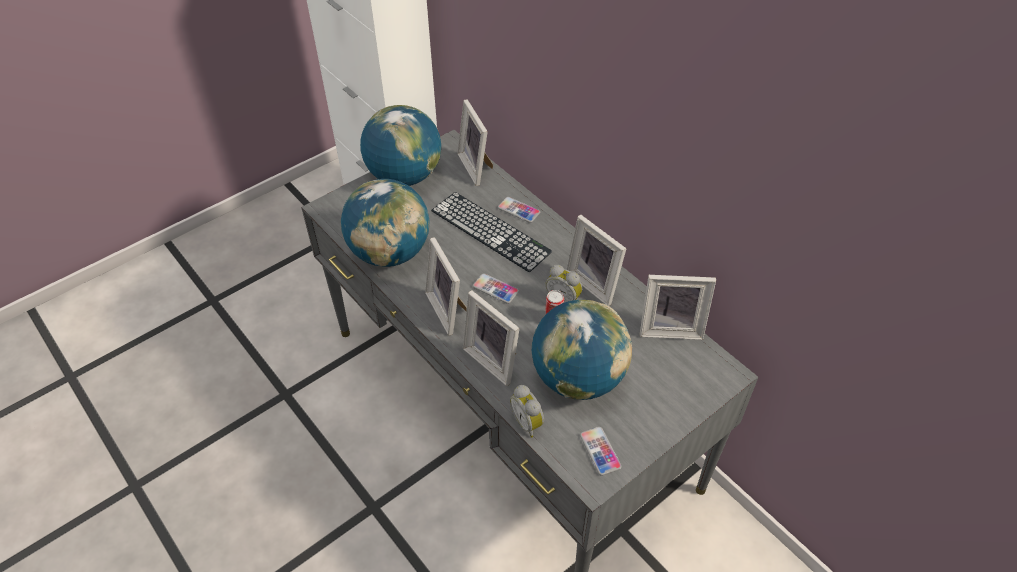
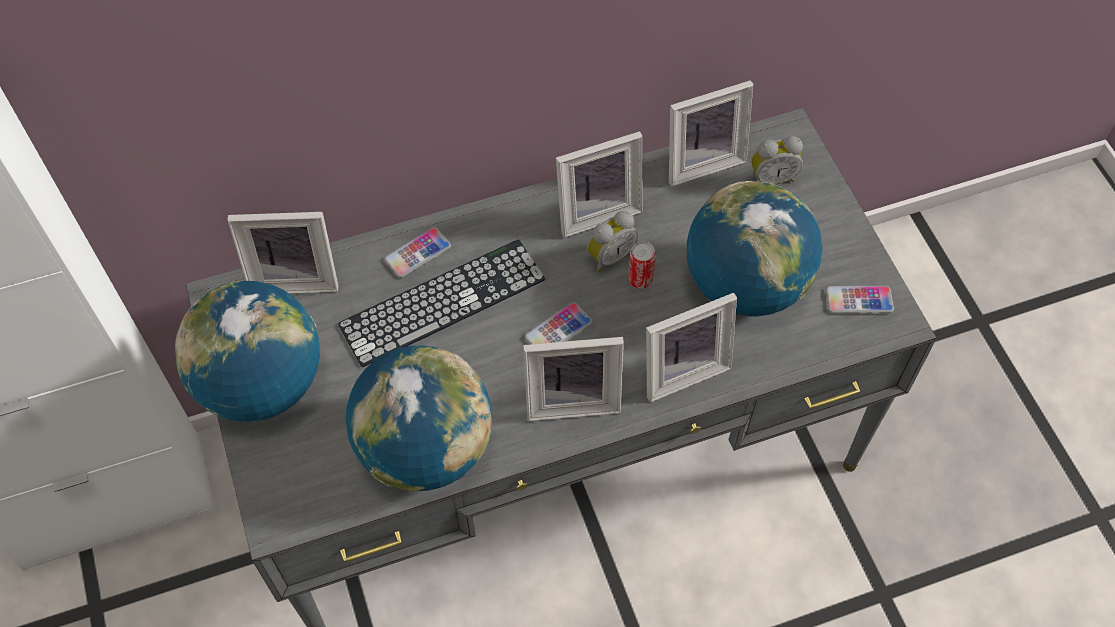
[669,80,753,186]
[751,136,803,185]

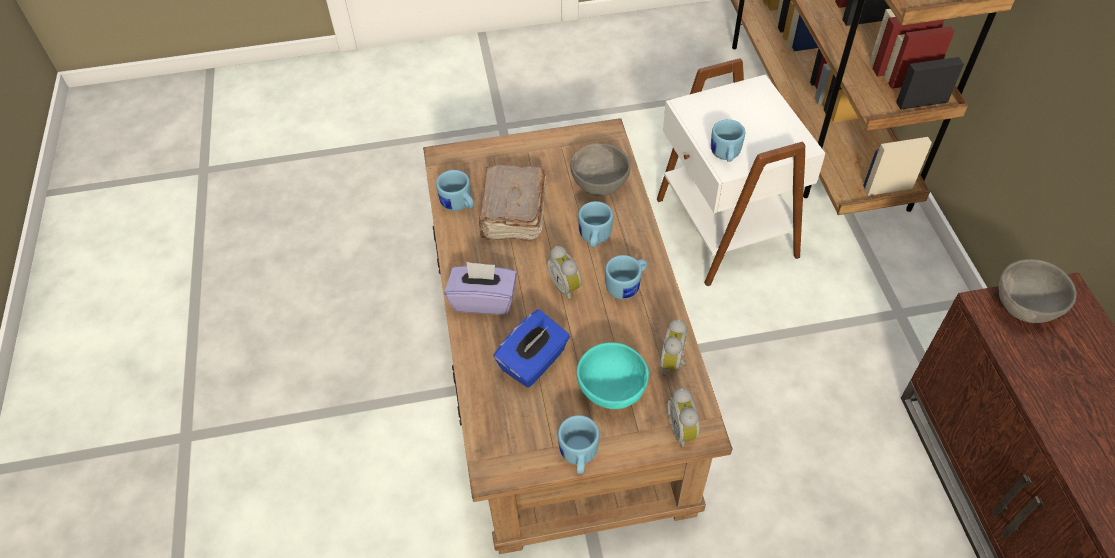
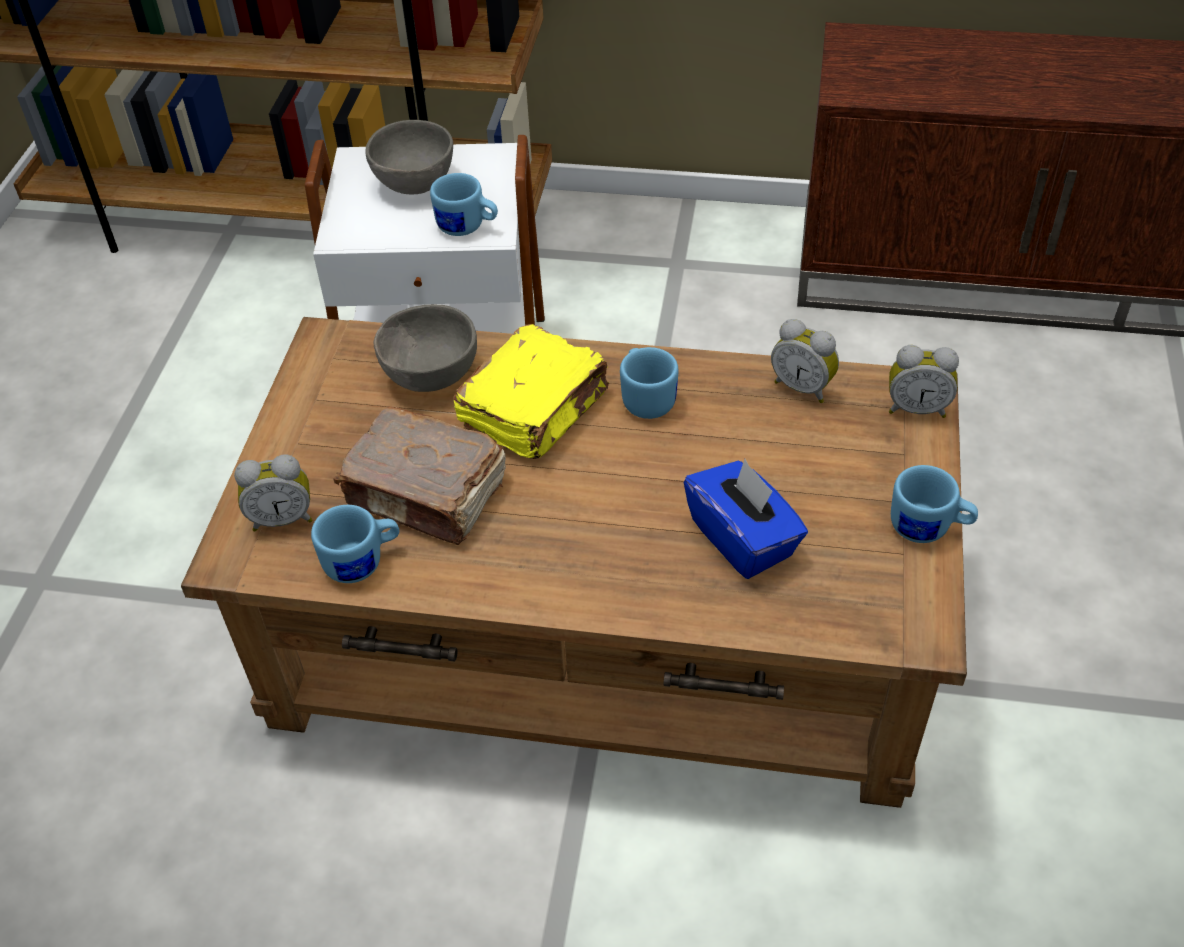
[234,454,313,532]
[365,120,453,194]
[453,324,609,459]
[444,261,517,315] (first image)
[577,343,649,409] (first image)

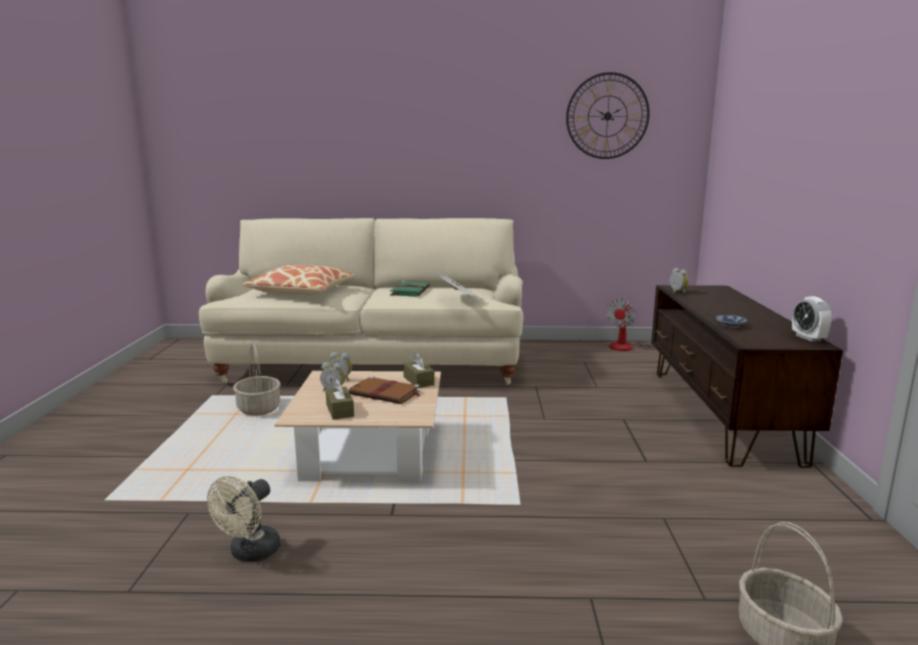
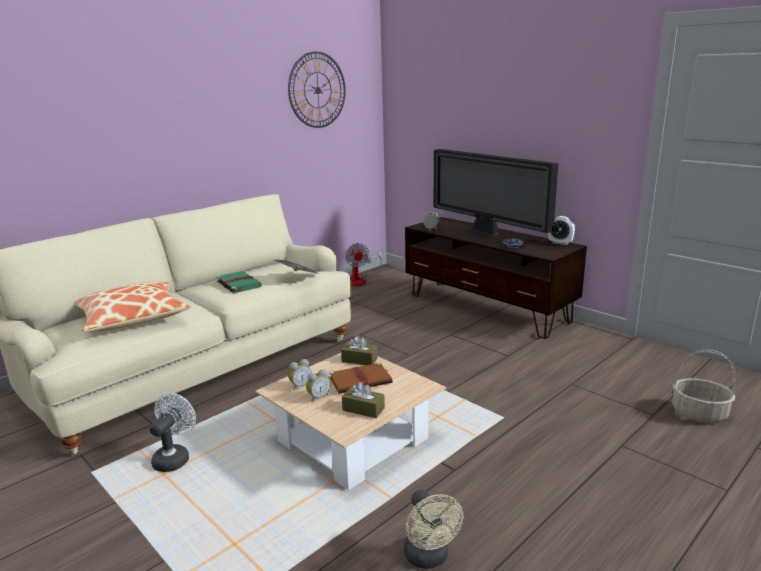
[149,393,196,472]
[434,149,558,236]

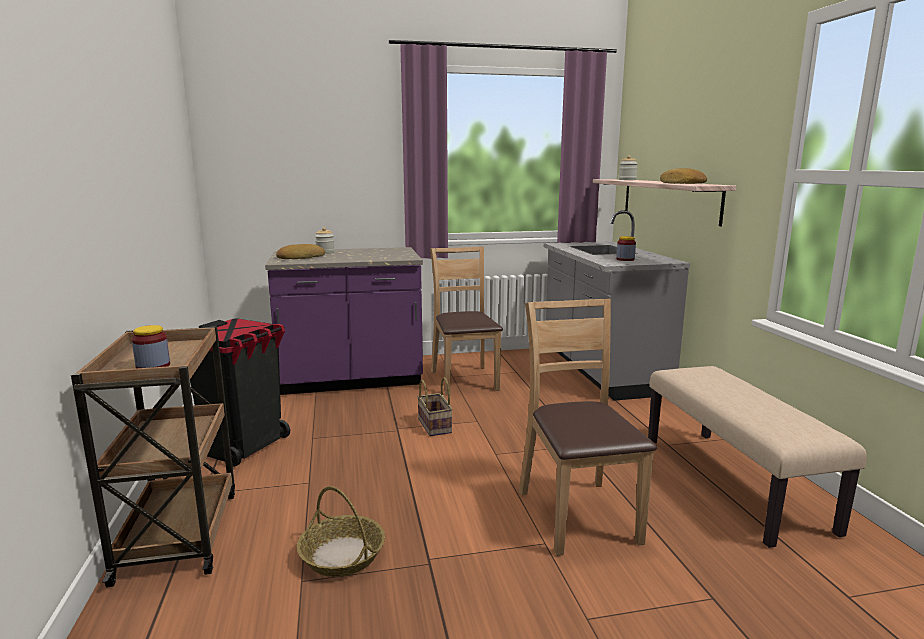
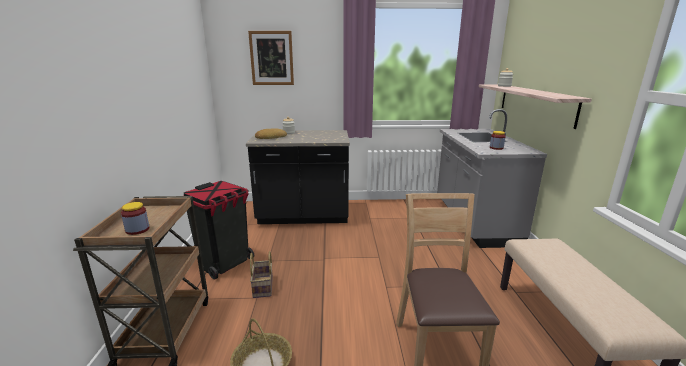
[246,130,350,224]
[248,31,294,85]
[250,251,273,298]
[430,247,503,395] (first image)
[660,168,707,184] (first image)

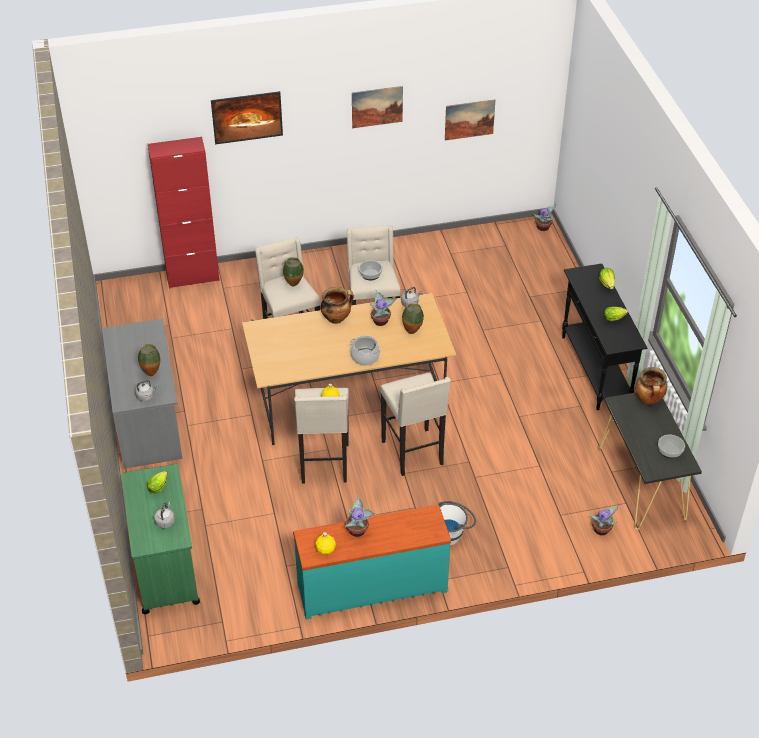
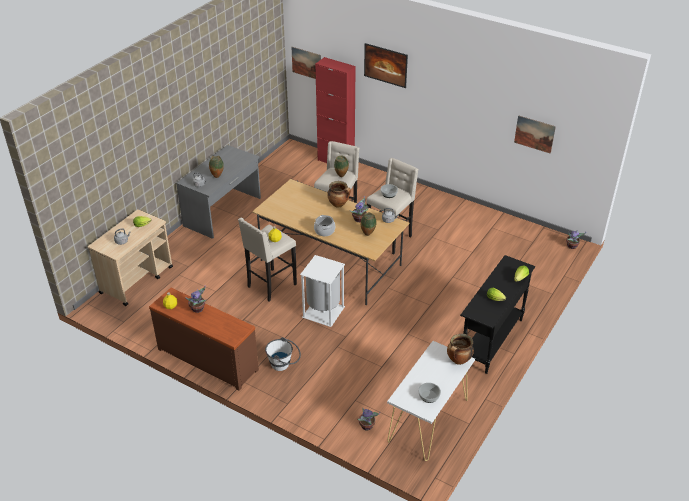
[88,209,173,306]
[149,288,259,391]
[291,47,321,79]
[300,255,345,327]
[387,341,475,461]

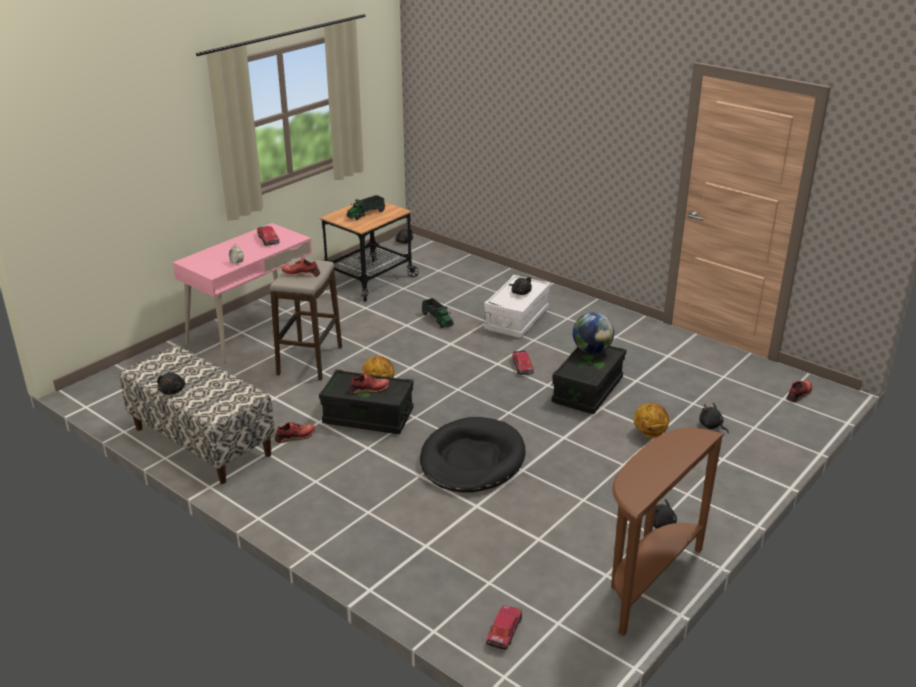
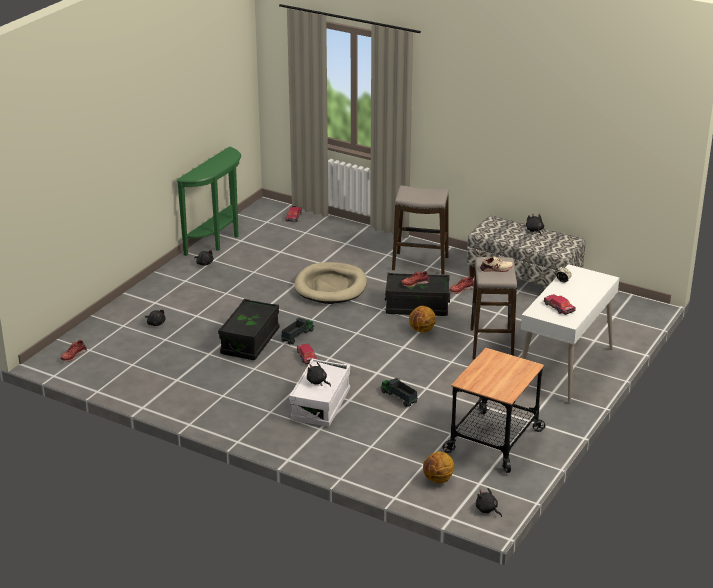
[177,146,241,256]
[281,318,314,345]
[294,262,367,304]
[392,186,449,275]
[423,451,454,484]
[480,256,513,272]
[521,264,619,404]
[573,312,614,354] (first image)

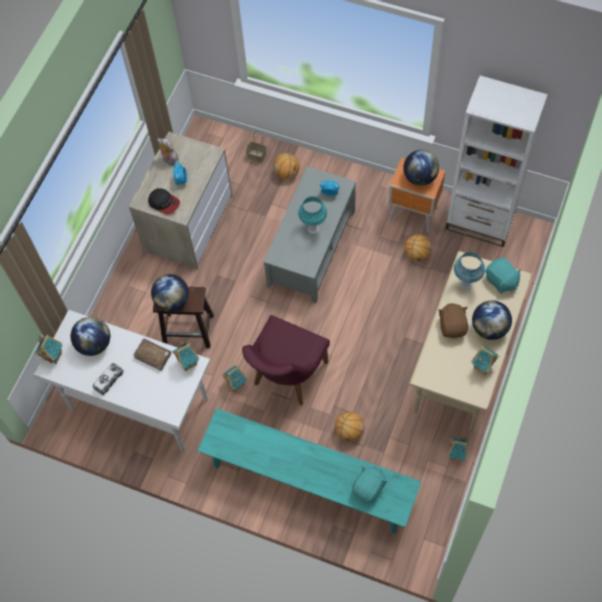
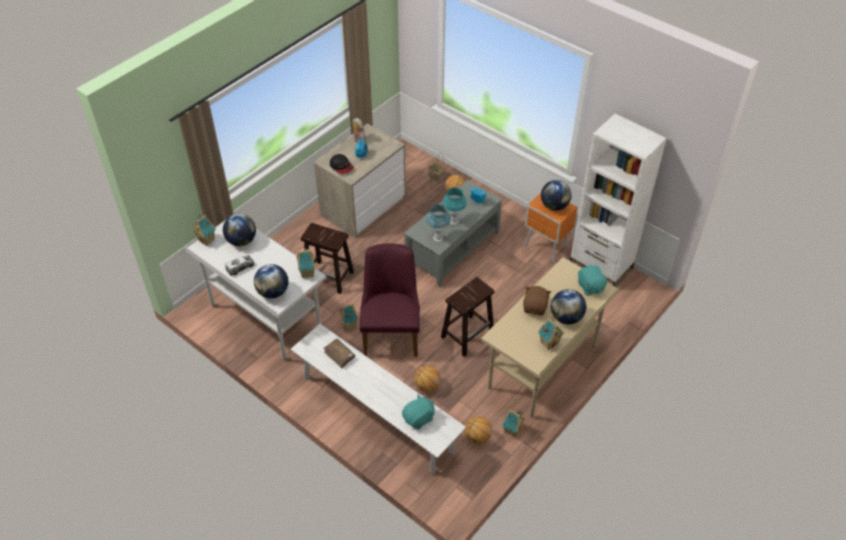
[254,264,289,299]
[291,324,466,475]
[323,339,355,368]
[360,244,420,357]
[426,204,451,242]
[441,277,494,357]
[464,416,492,444]

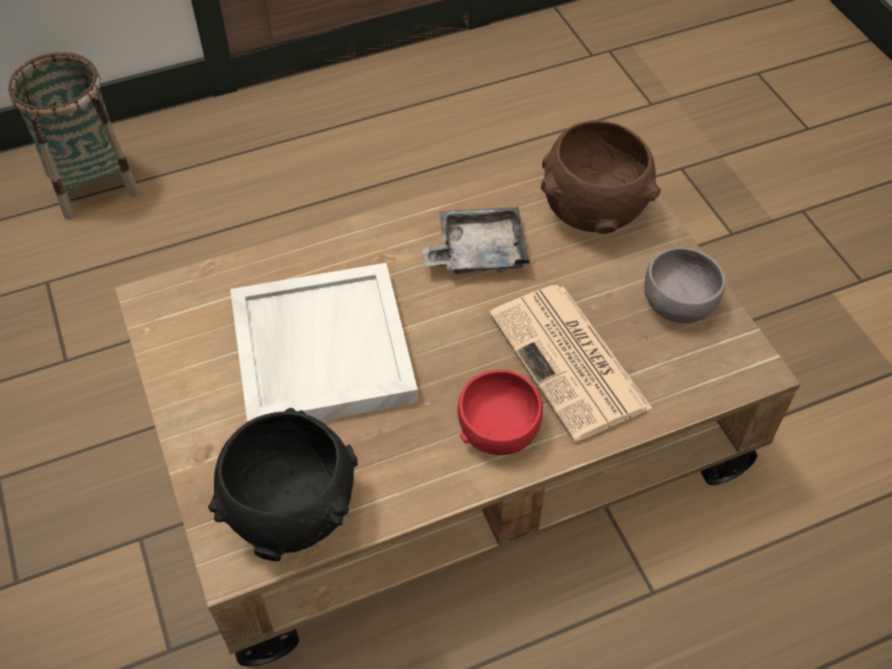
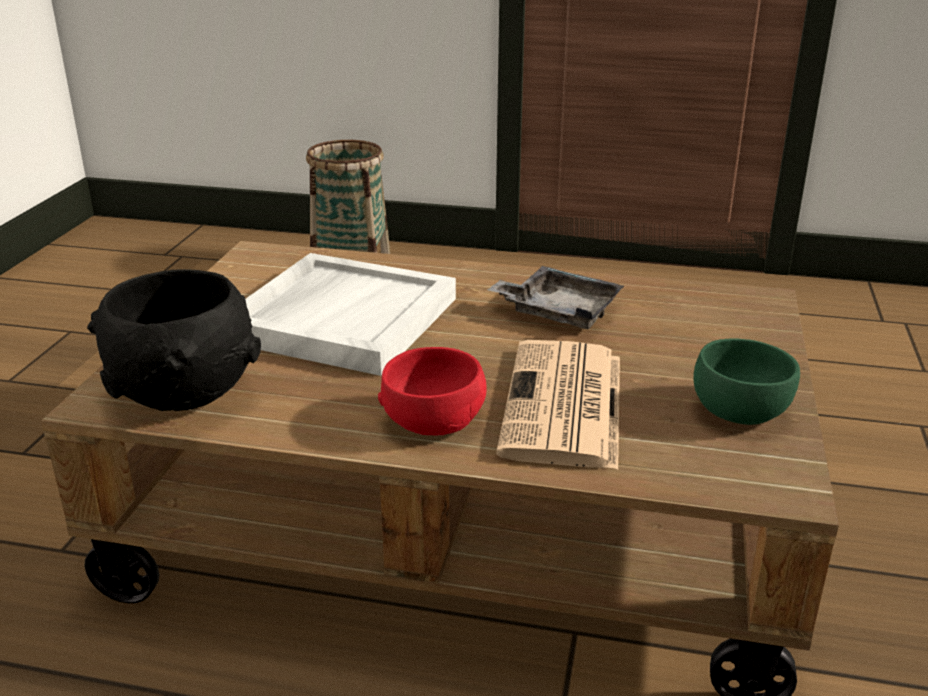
[694,339,800,425]
[541,120,661,234] (first image)

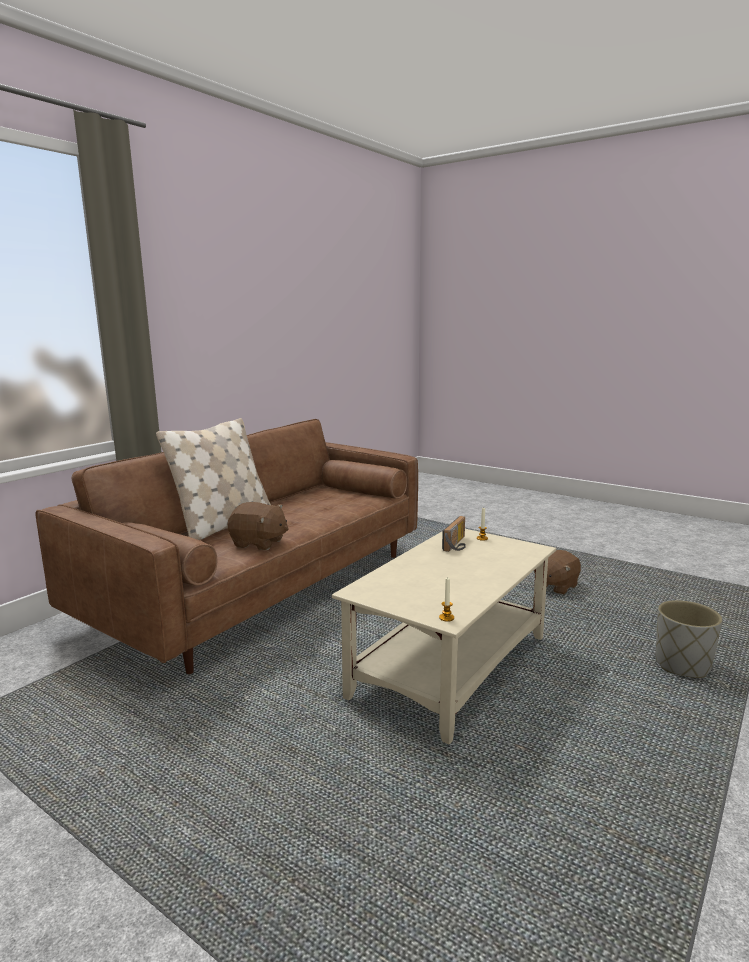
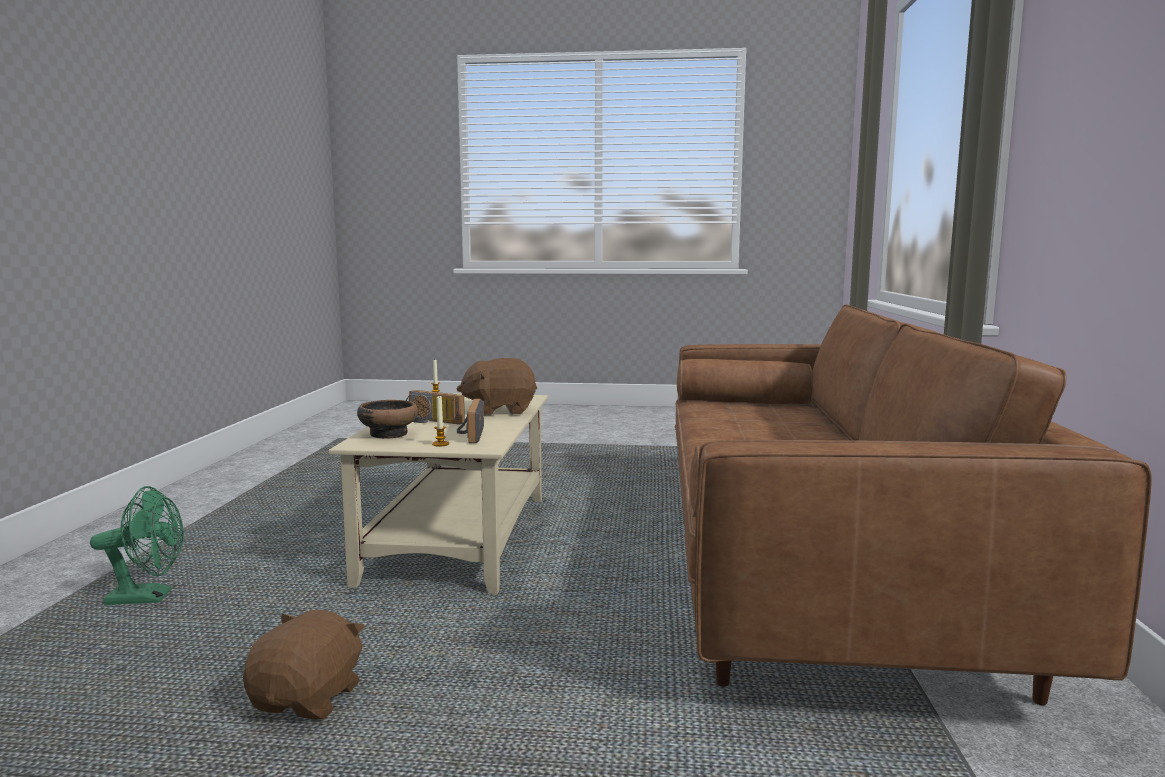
[90,486,184,605]
[357,400,418,439]
[406,390,465,425]
[457,358,537,416]
[156,418,271,540] (first image)

